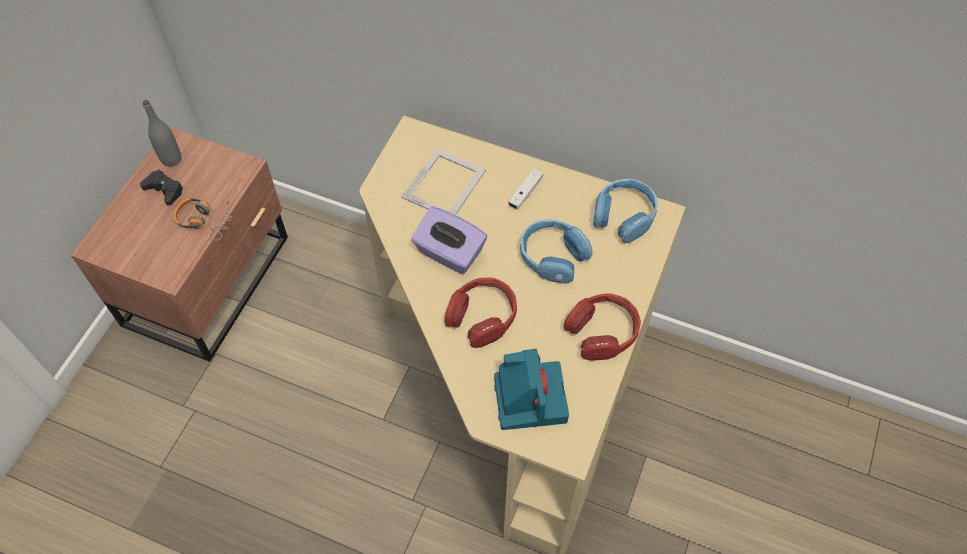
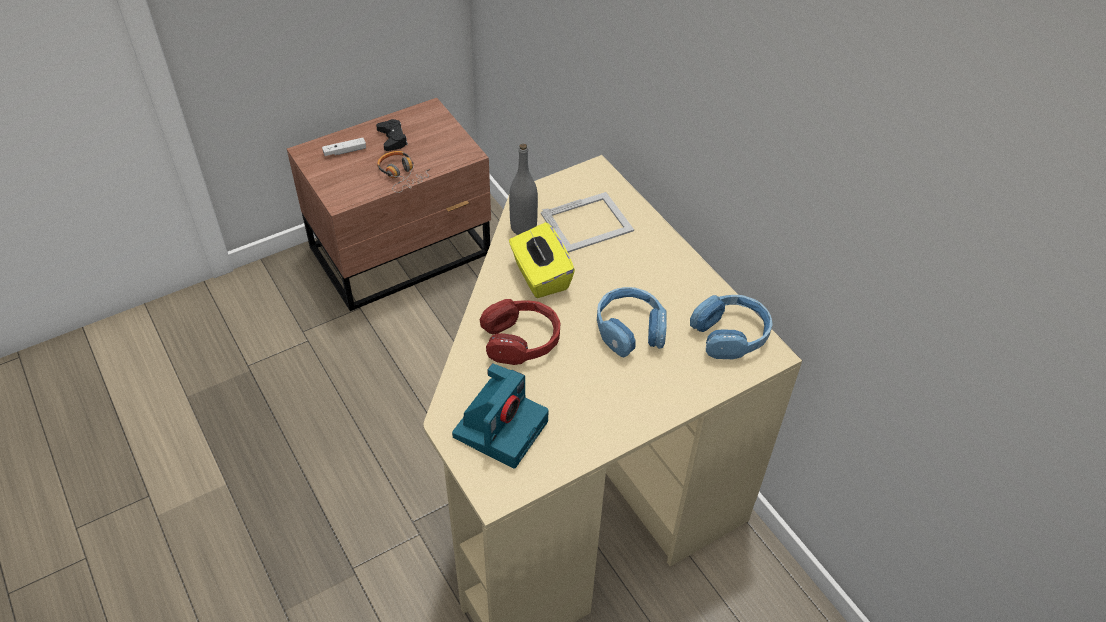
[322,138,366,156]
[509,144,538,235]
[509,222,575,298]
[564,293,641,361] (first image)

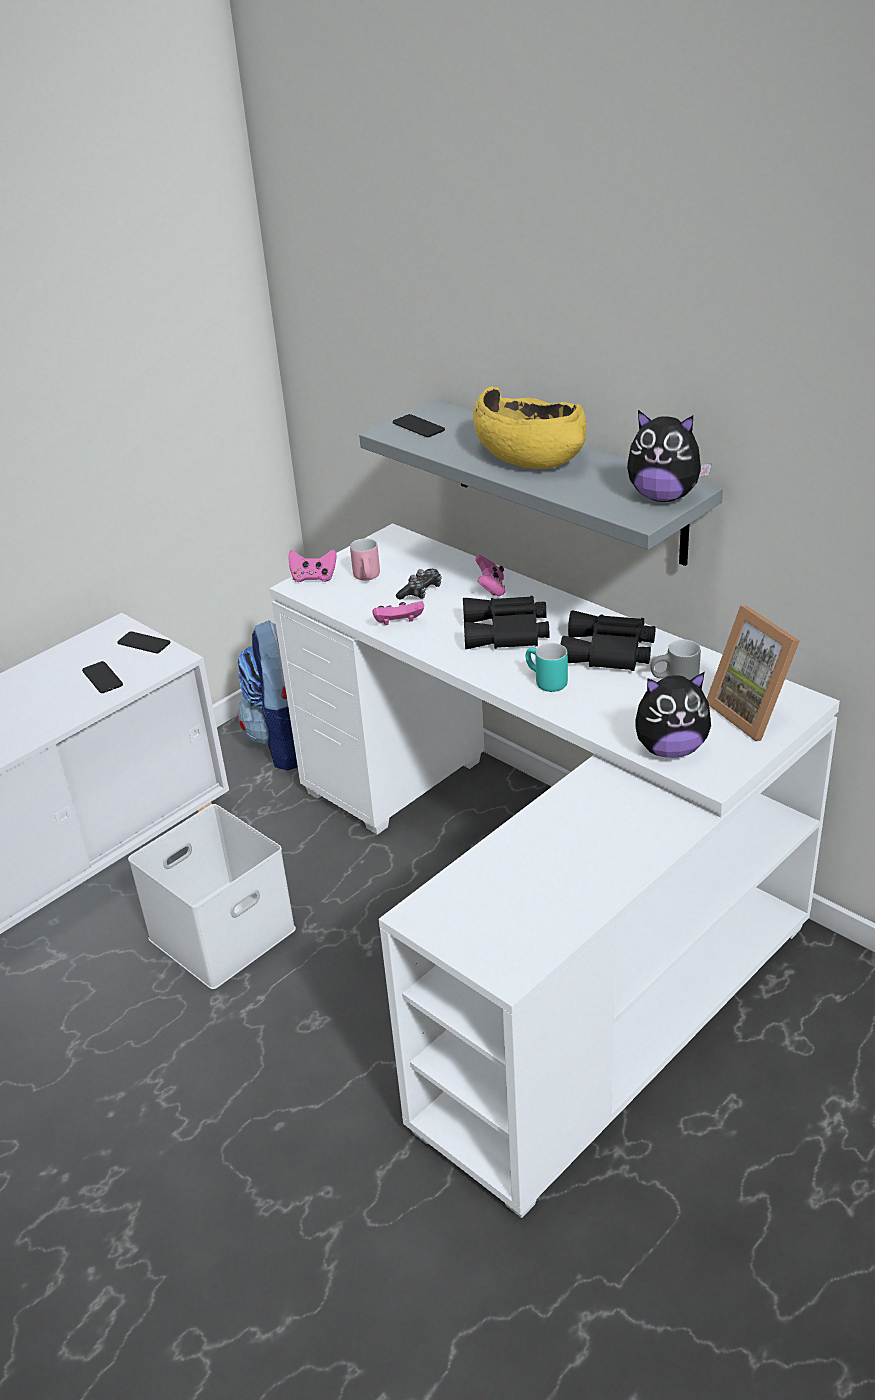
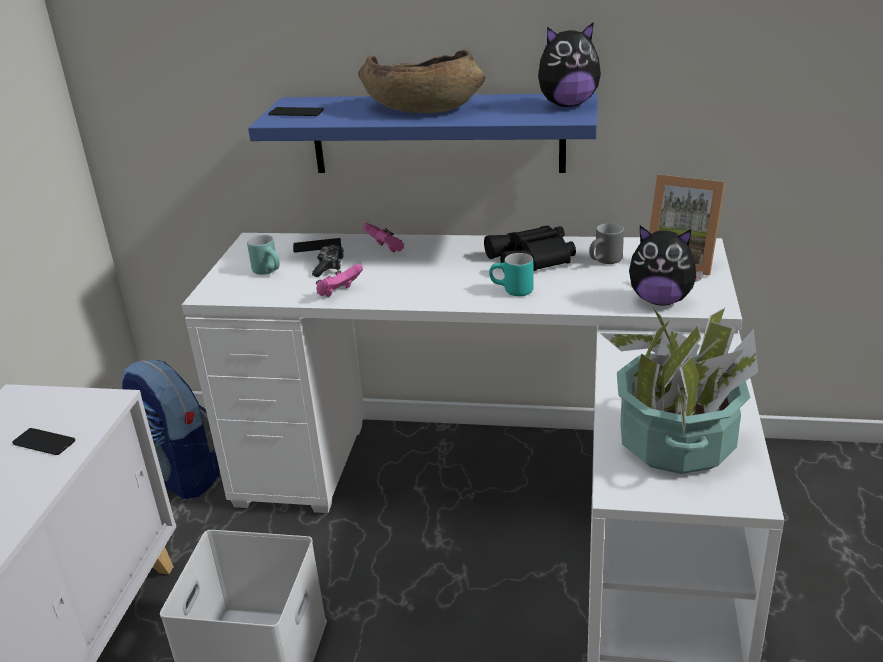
[247,235,280,275]
[248,93,598,173]
[293,238,341,253]
[358,49,485,113]
[600,306,758,474]
[629,226,703,305]
[288,549,337,582] (first image)
[463,596,549,649] (first image)

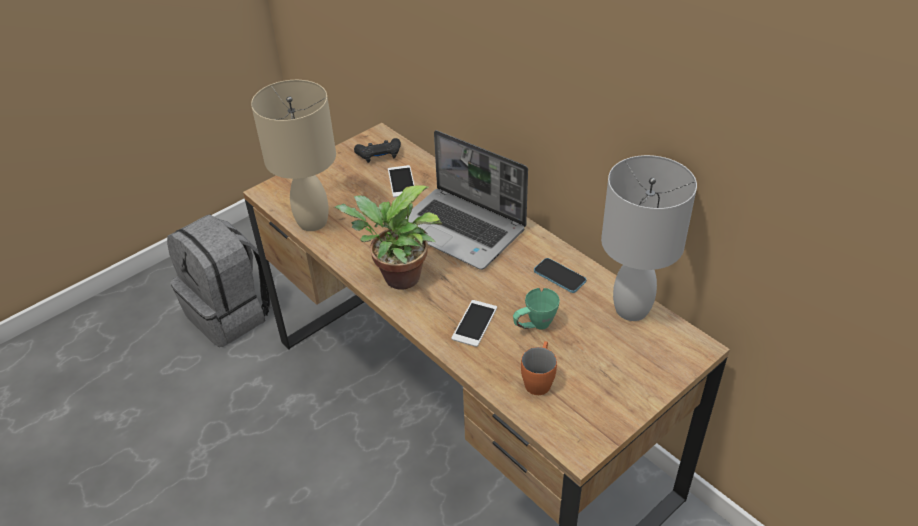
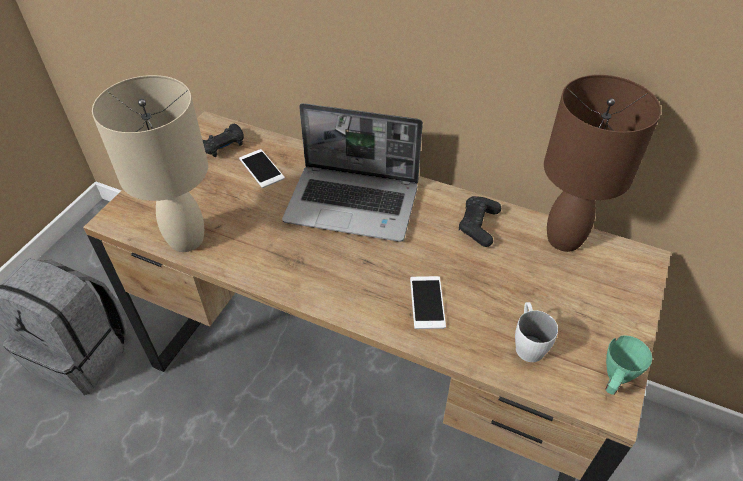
[459,196,501,247]
[515,302,558,362]
[544,75,661,252]
[605,335,653,395]
[334,185,442,290] (first image)

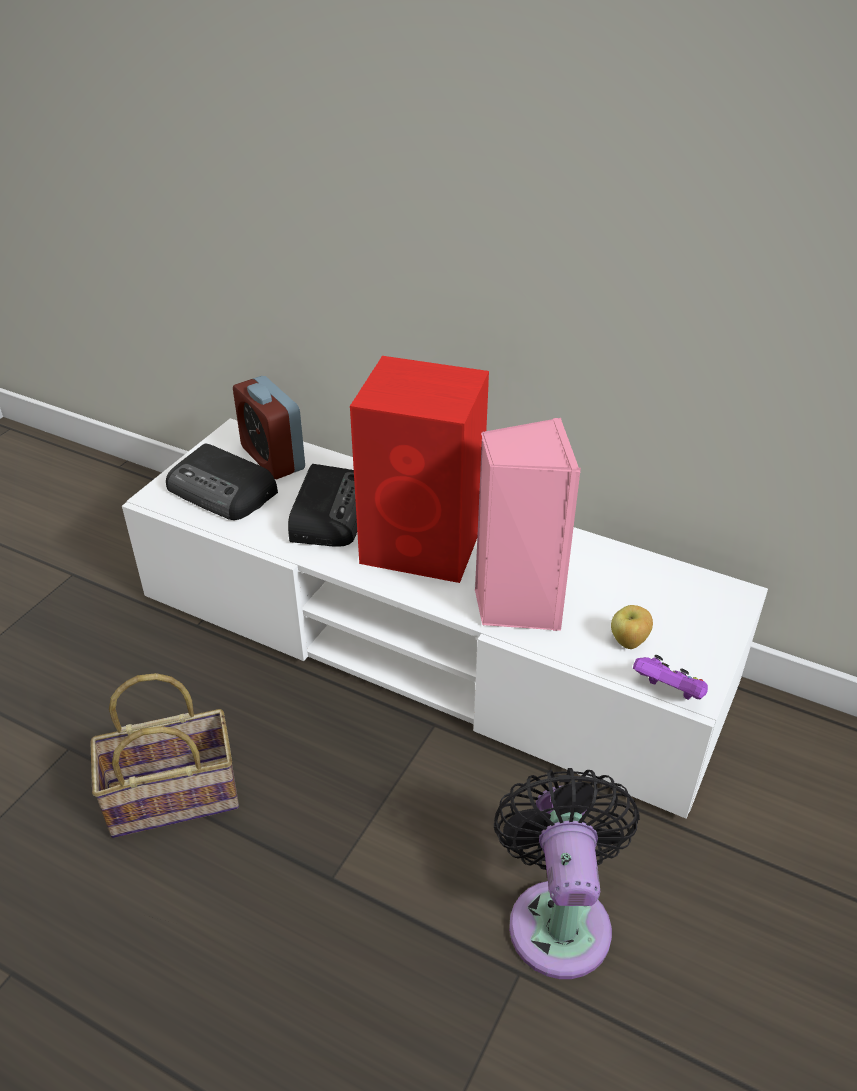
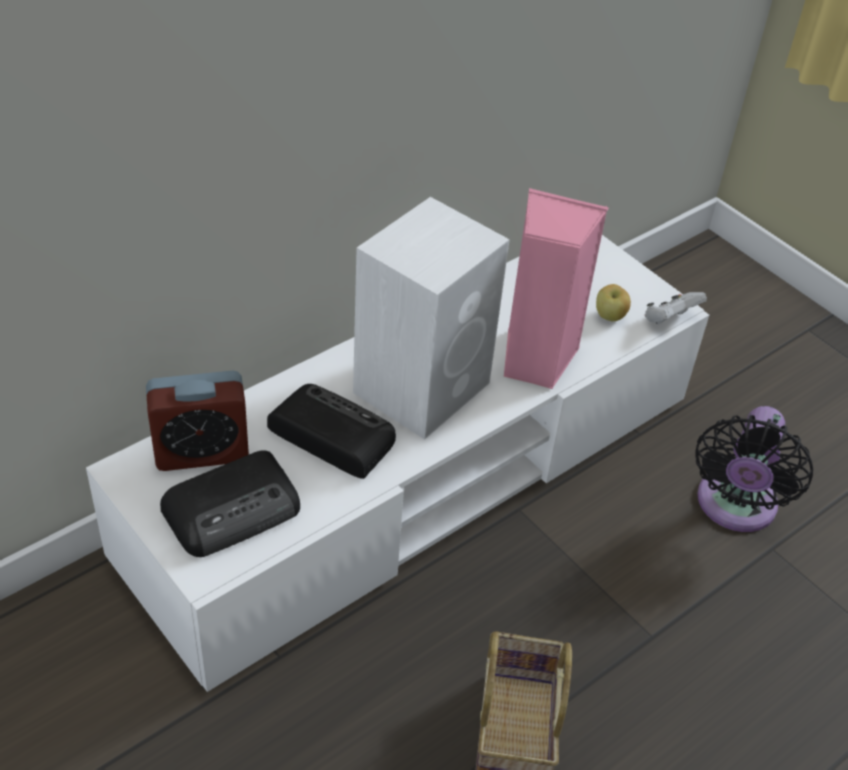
[353,197,510,439]
[645,292,707,325]
[696,406,813,532]

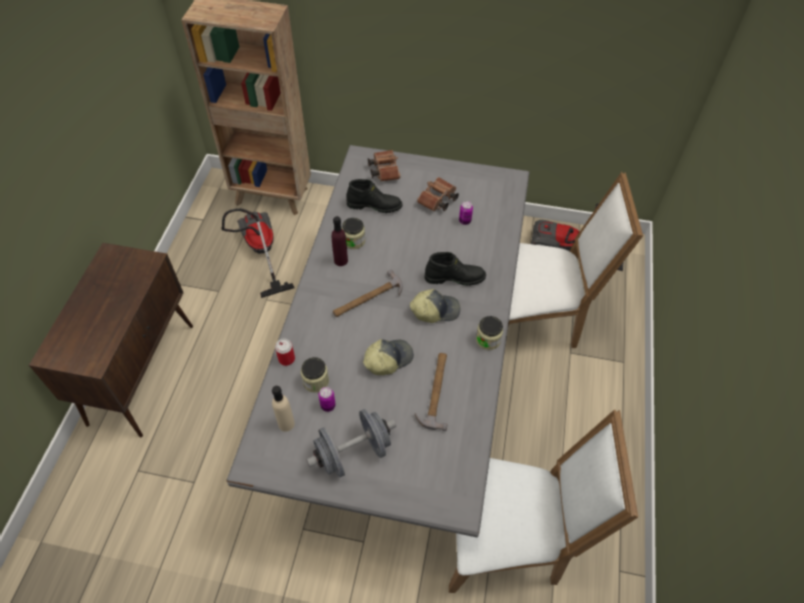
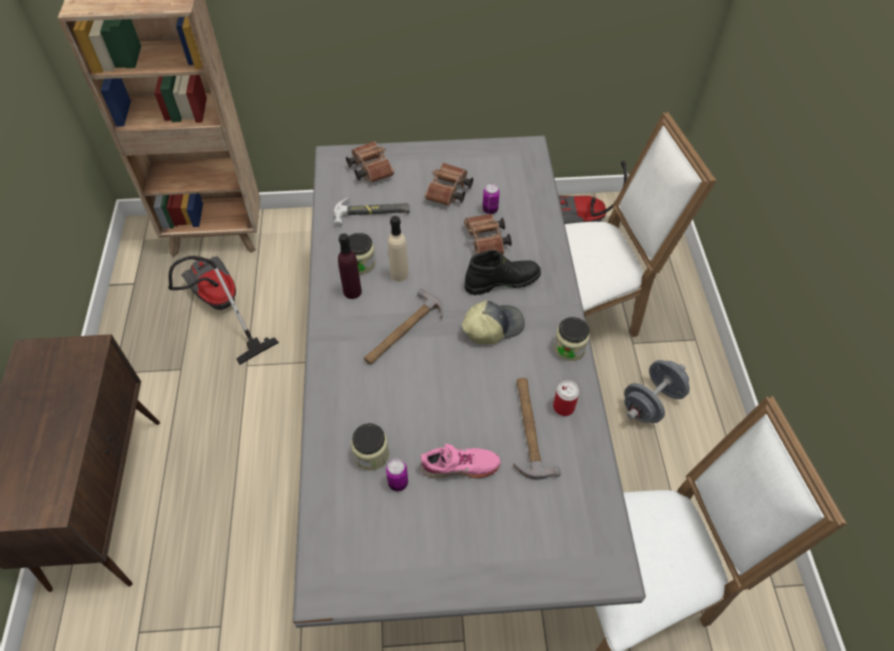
[334,198,410,227]
[388,216,408,282]
[420,443,501,479]
[464,214,512,255]
[553,380,579,416]
[624,360,690,423]
[363,339,414,375] (first image)

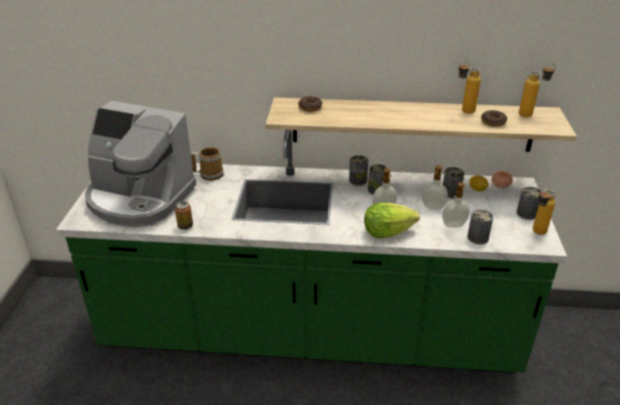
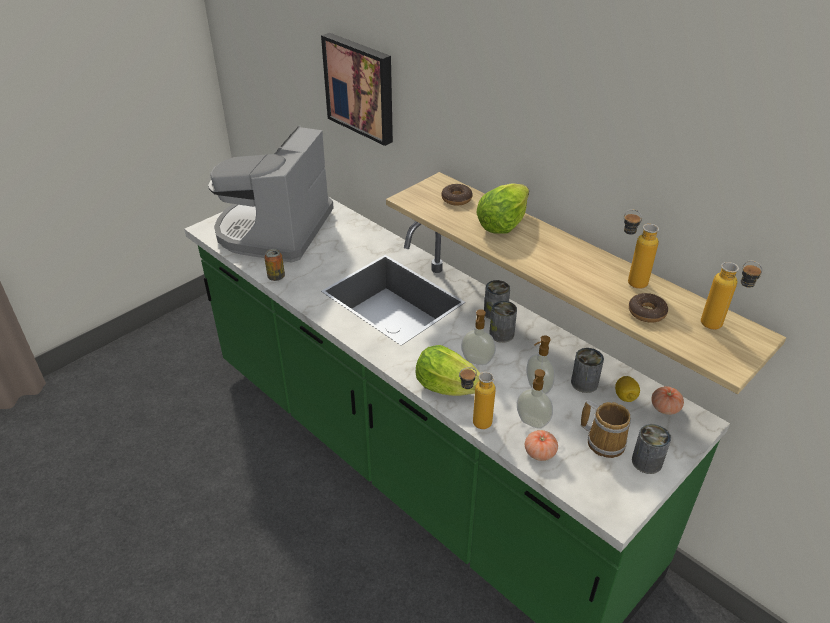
[208,126,334,263]
[321,33,393,146]
[459,367,496,429]
[476,183,529,234]
[525,430,558,461]
[581,400,631,458]

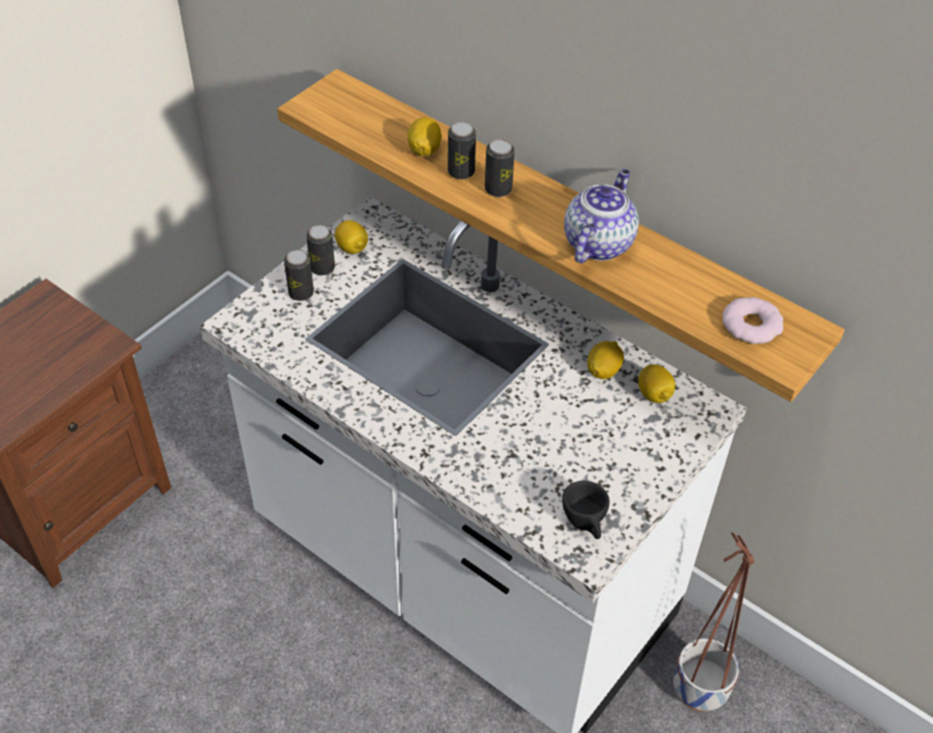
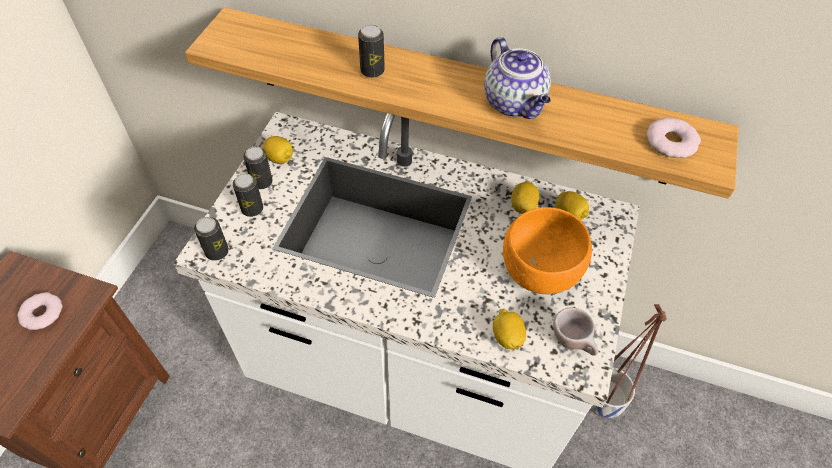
[17,292,63,330]
[194,217,229,261]
[484,37,551,119]
[493,309,526,350]
[503,207,592,294]
[553,307,598,356]

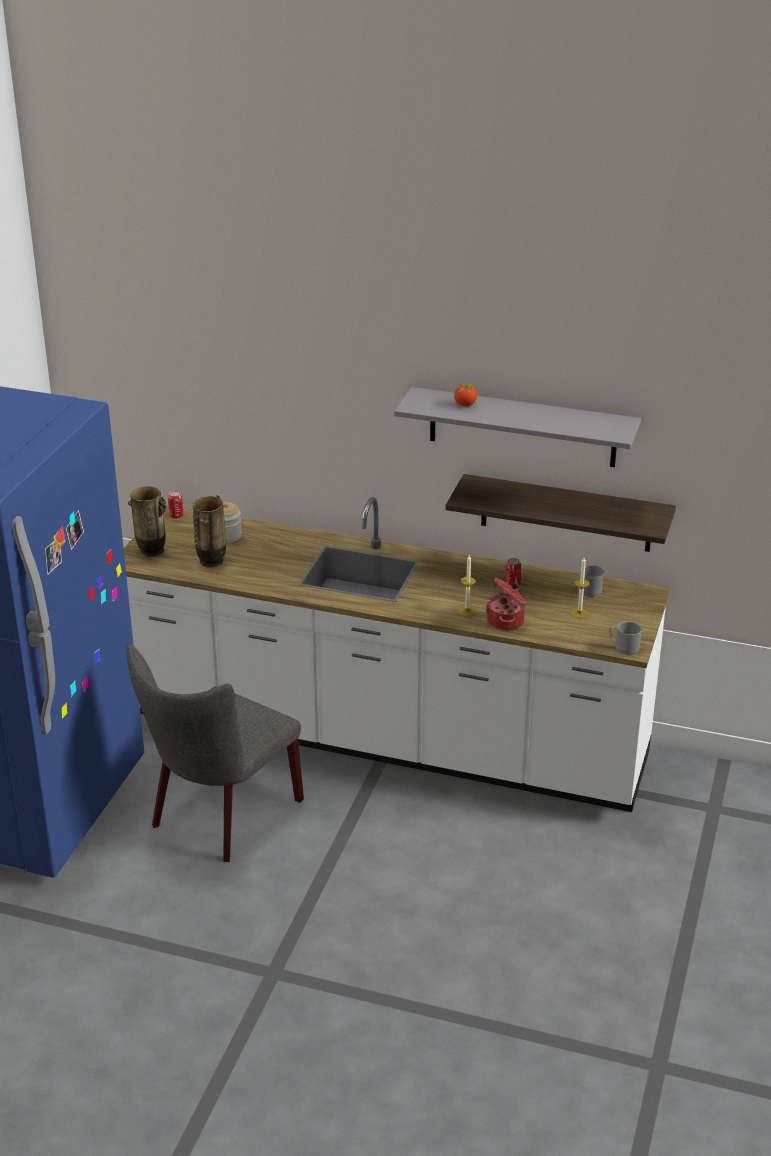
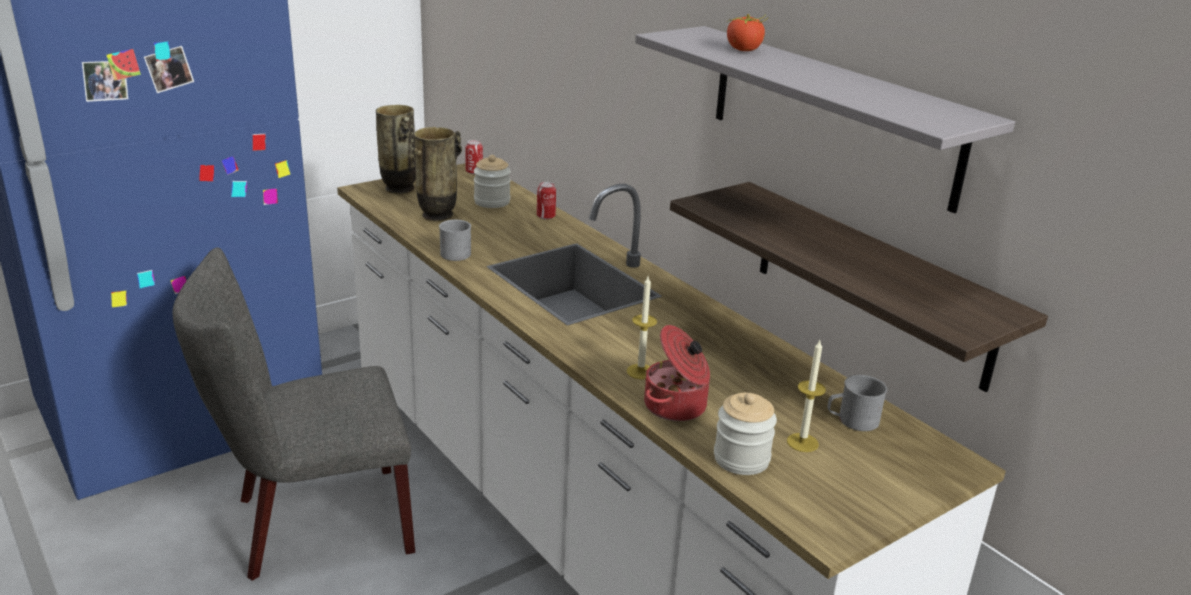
[439,220,471,261]
[537,182,556,220]
[714,393,777,475]

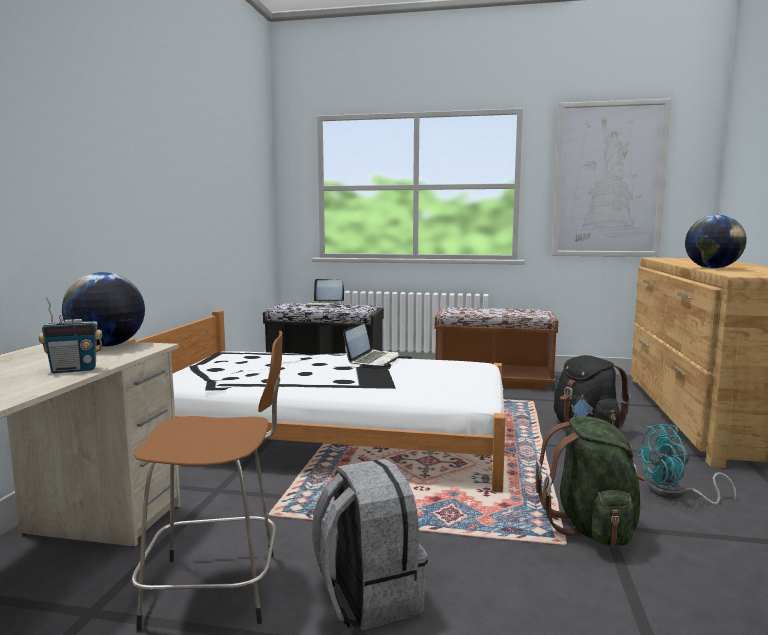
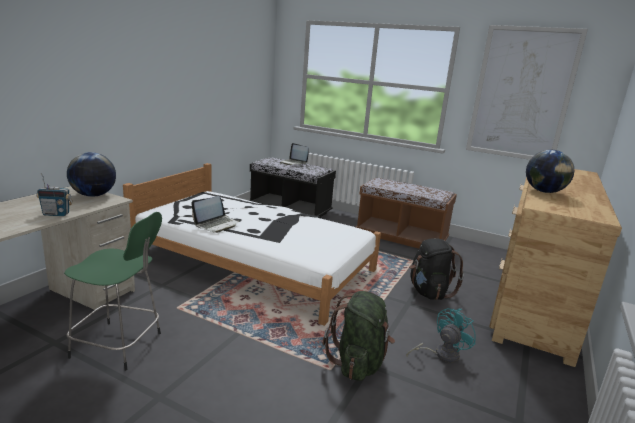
[64,212,162,371]
[191,196,240,233]
[407,308,476,362]
[312,459,428,630] (first image)

